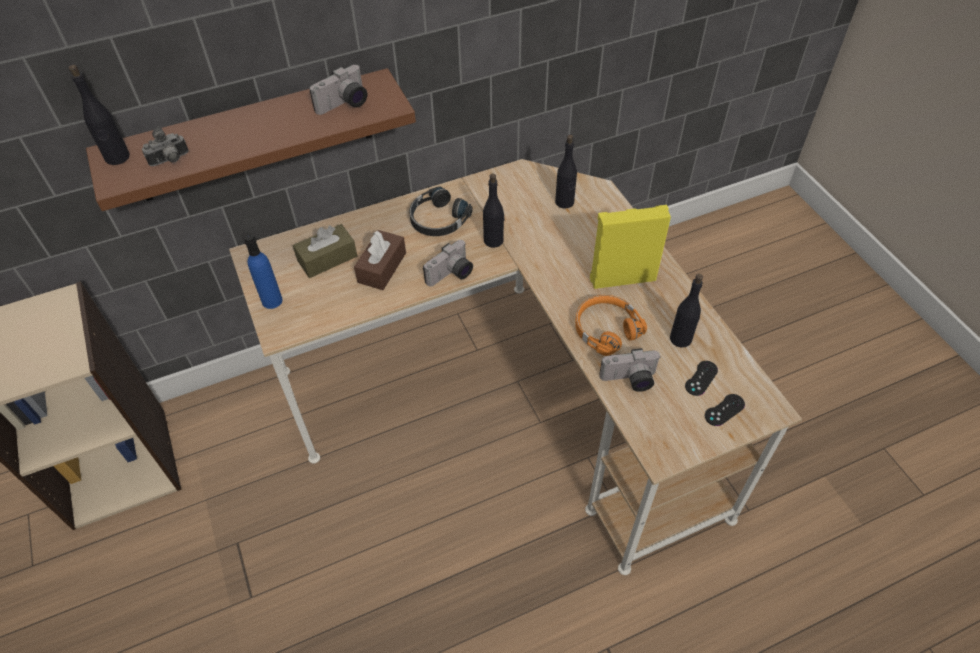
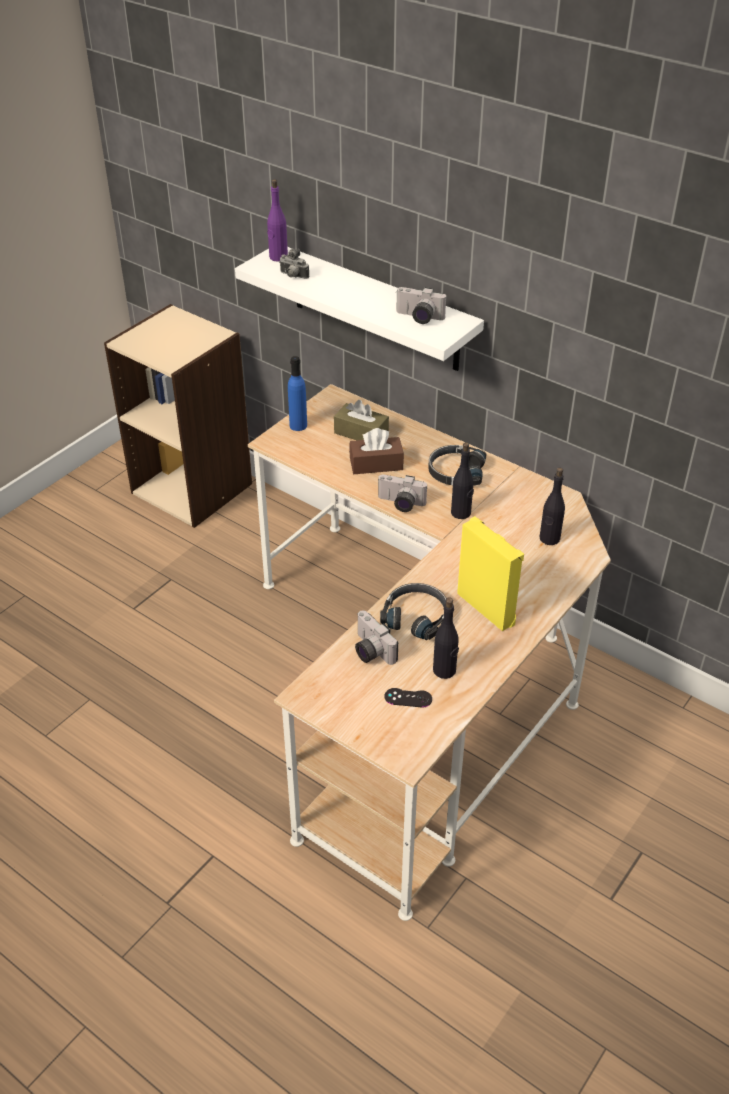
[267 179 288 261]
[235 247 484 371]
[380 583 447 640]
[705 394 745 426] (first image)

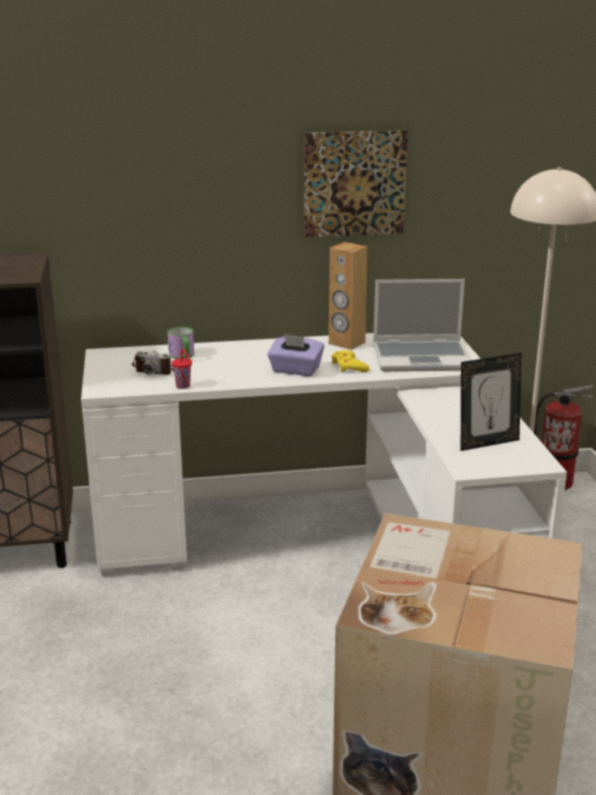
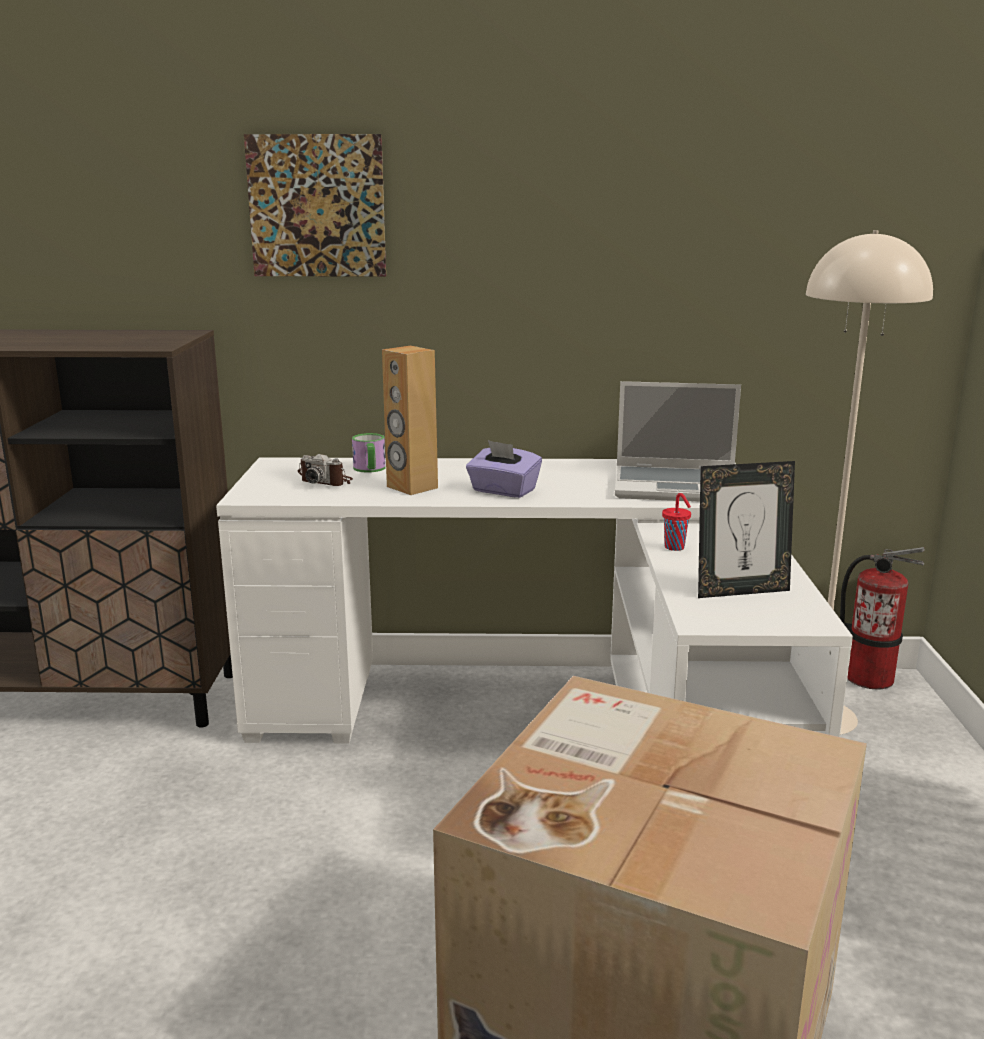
[662 493 691 551]
[244 134 386 276]
[382 346 438 495]
[332 350 370 372] (first image)

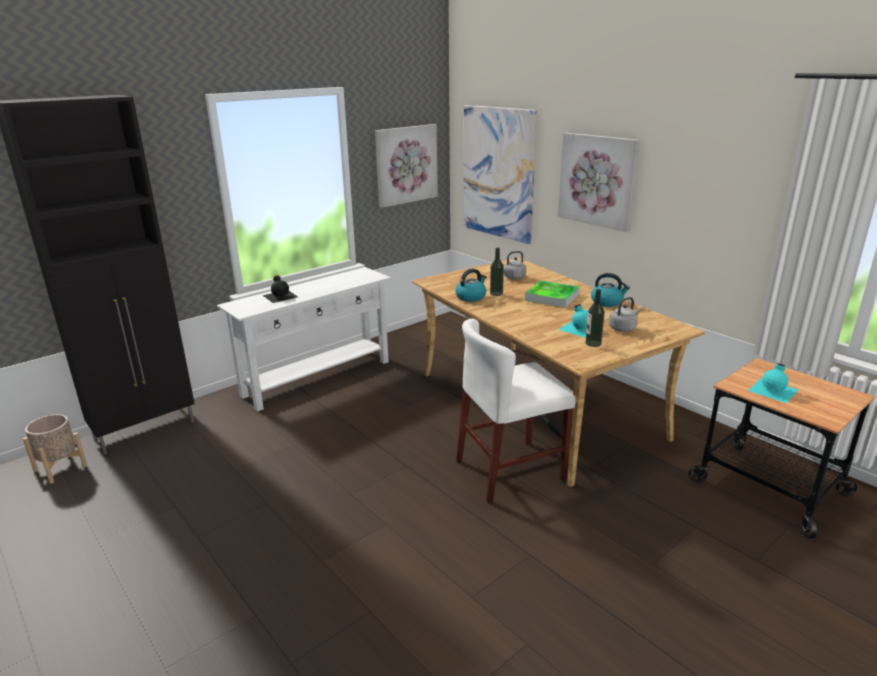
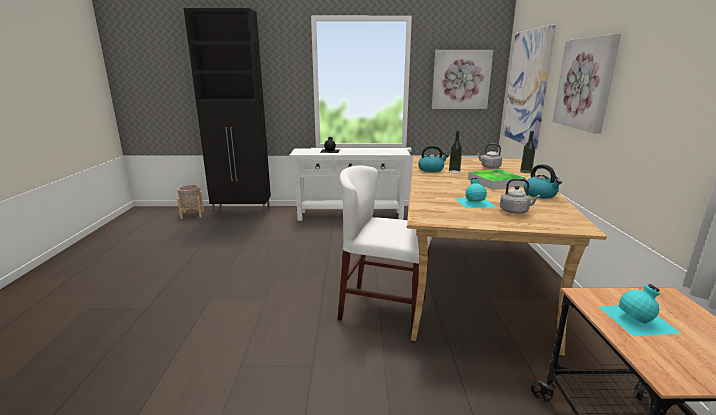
[520 131 536 173]

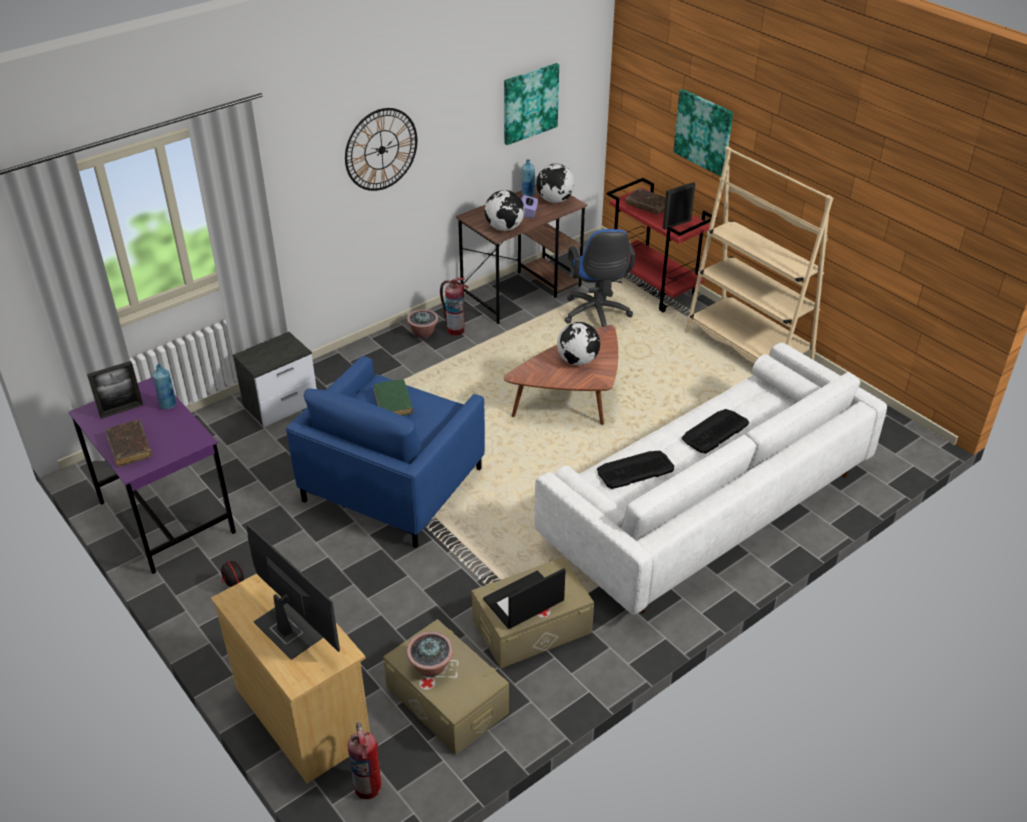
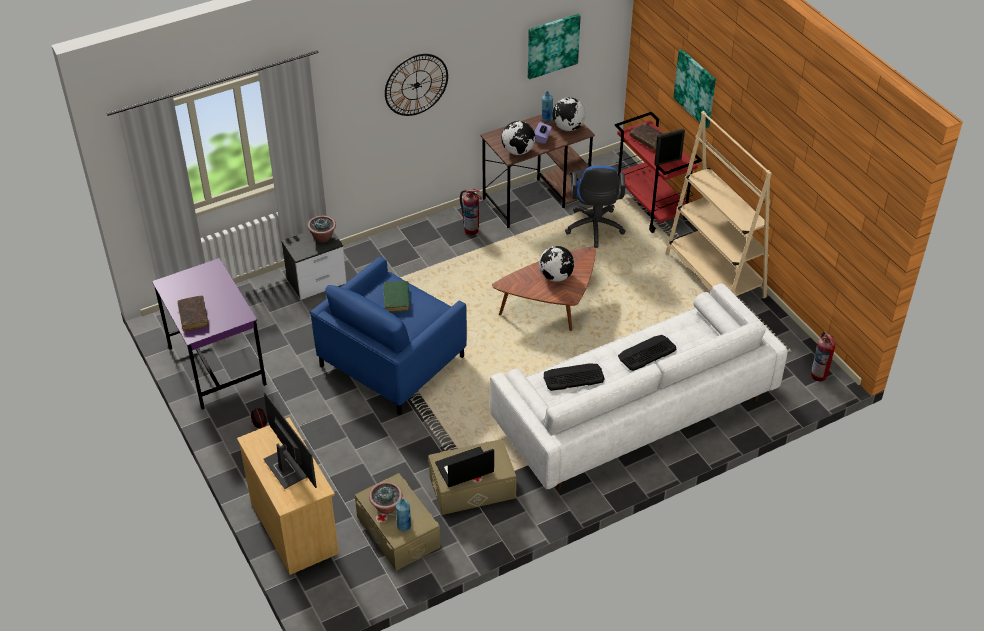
[87 361 143 419] (first image)
[396 499 411 532]
[811 331 835 382]
[307 216 336 242]

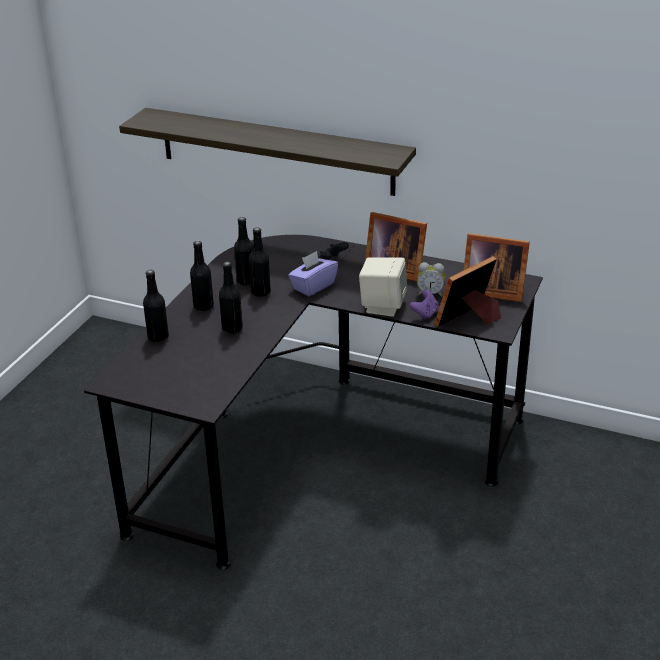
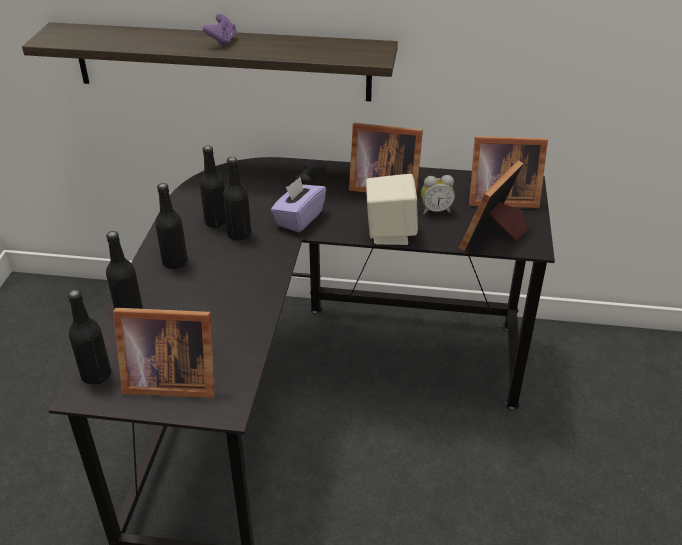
[68 290 111 385]
[203 14 237 46]
[113 308 215 398]

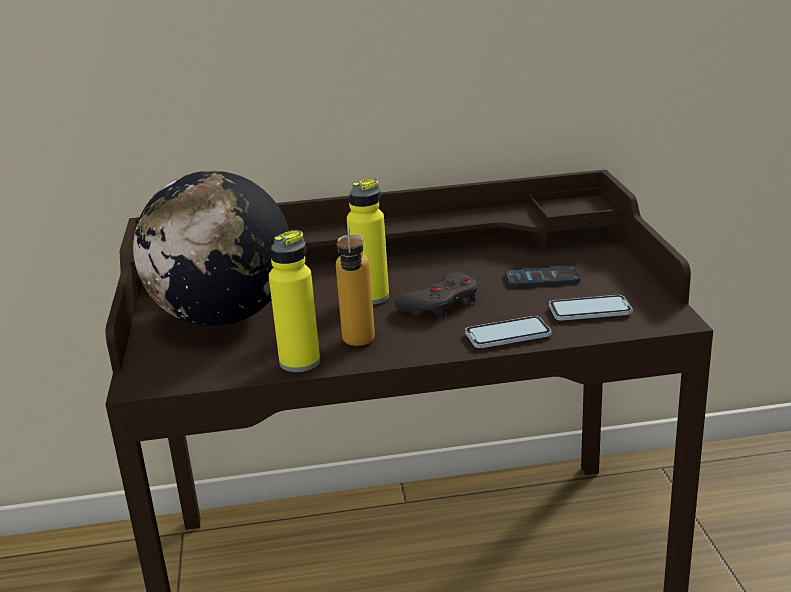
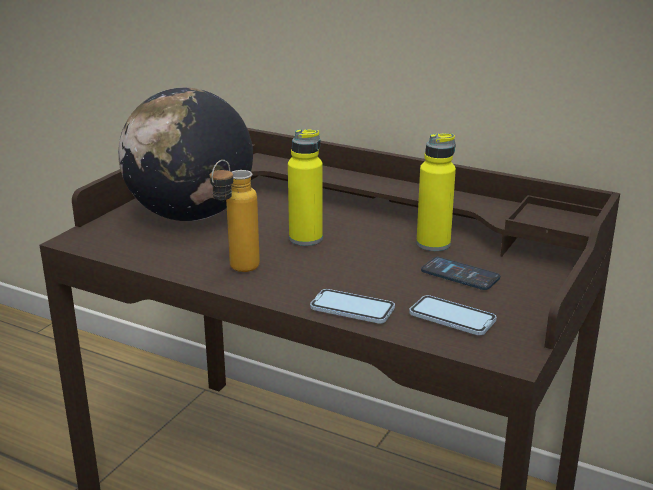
[416 133 456 251]
[395 272 478 318] (first image)

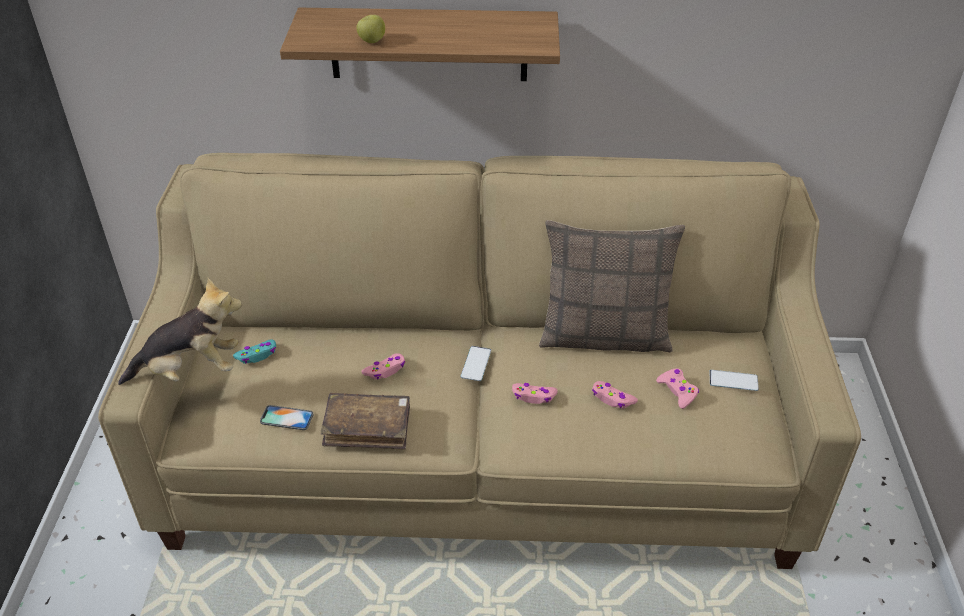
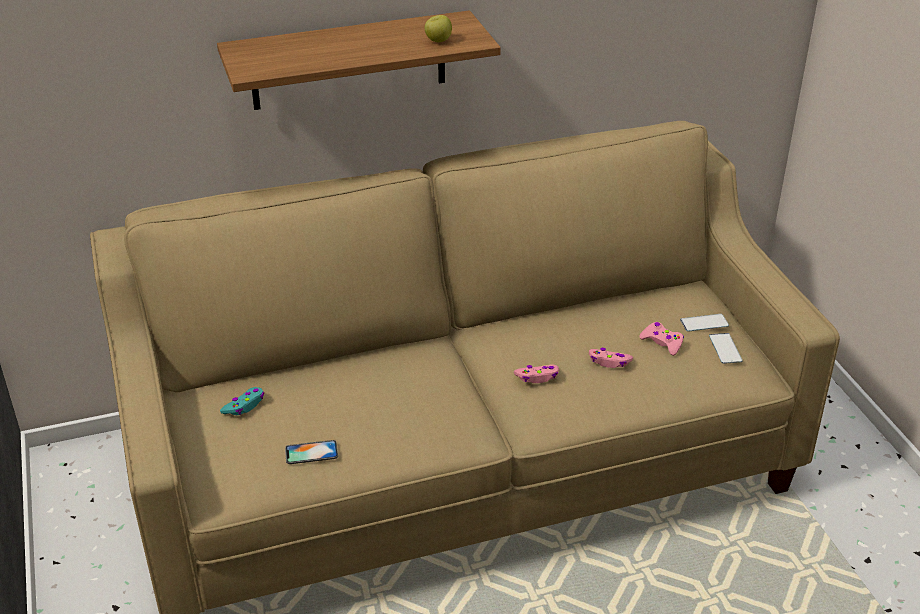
[118 277 242 385] (first image)
[320 393 410 449] (first image)
[425 15 452 42]
[361 353 405 380] (first image)
[709 333 743 364]
[539 220 685 352] (first image)

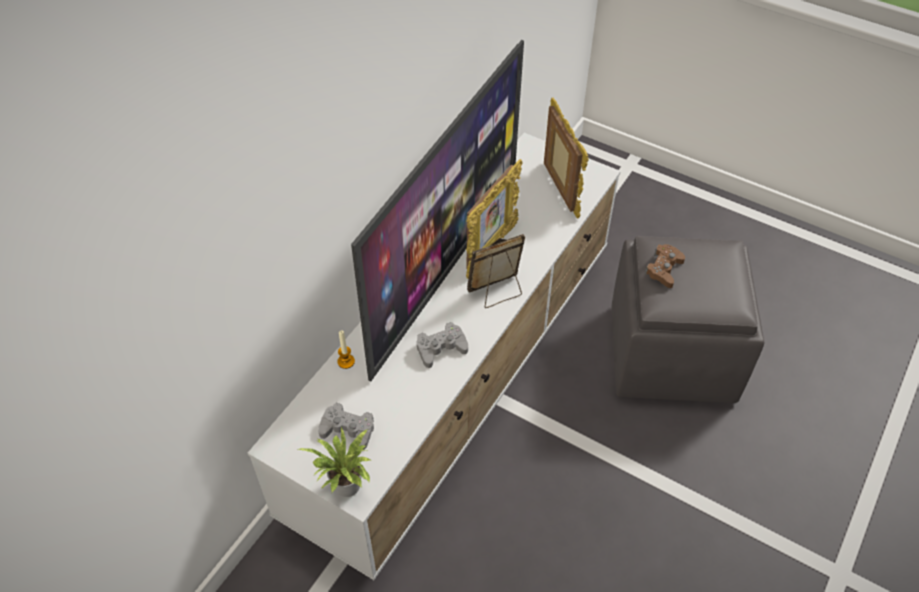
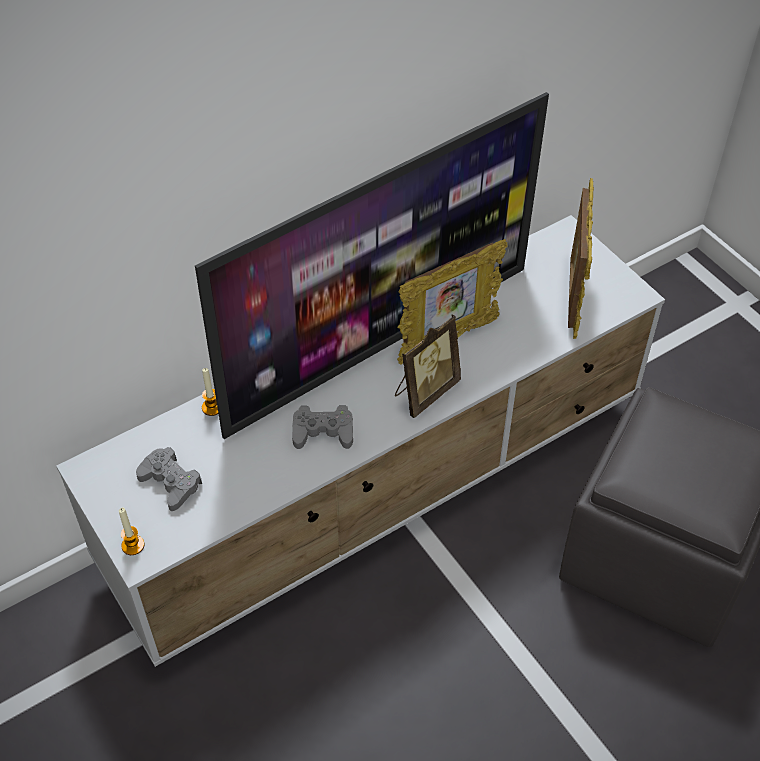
[119 508 145 555]
[395 315 461 418]
[645 244 685 288] (first image)

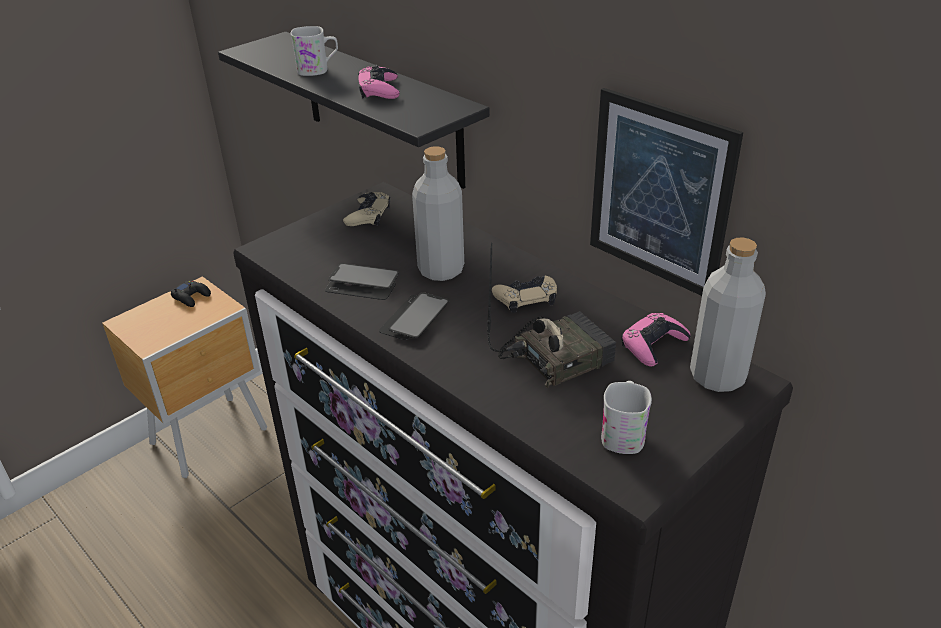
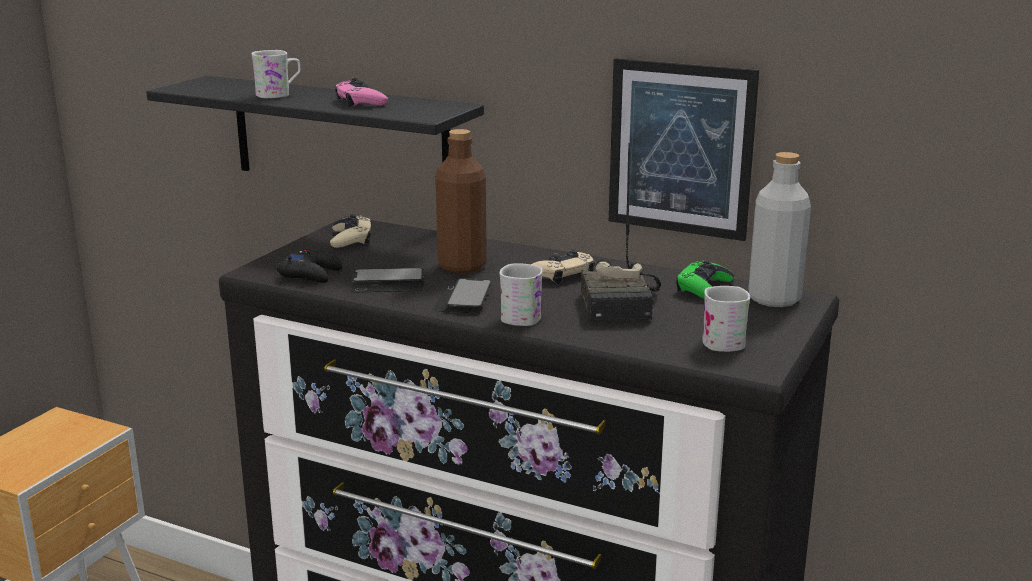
[277 250 342 283]
[435 129 487 273]
[581 143 661 321]
[676 260 734 299]
[499 264 543 326]

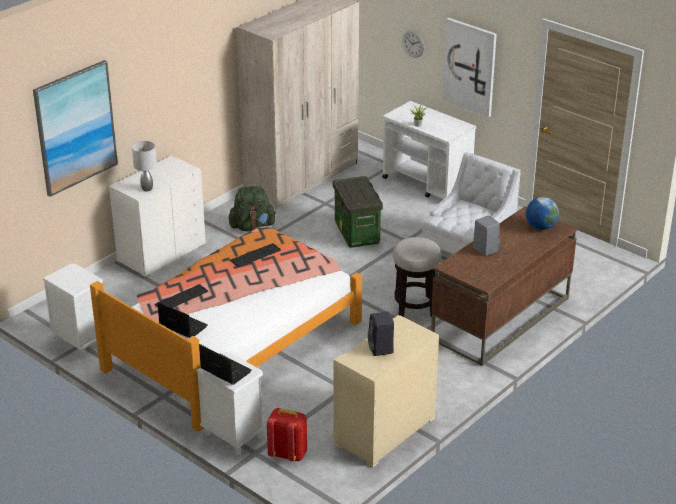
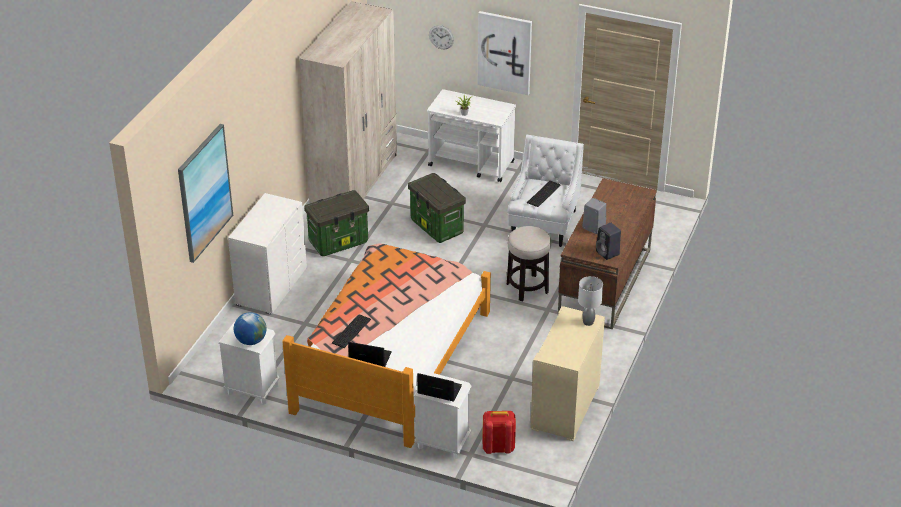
[578 276 603 326]
[304 190 369 256]
[527 181 561 207]
[596 223 621 260]
[234 312 267 345]

